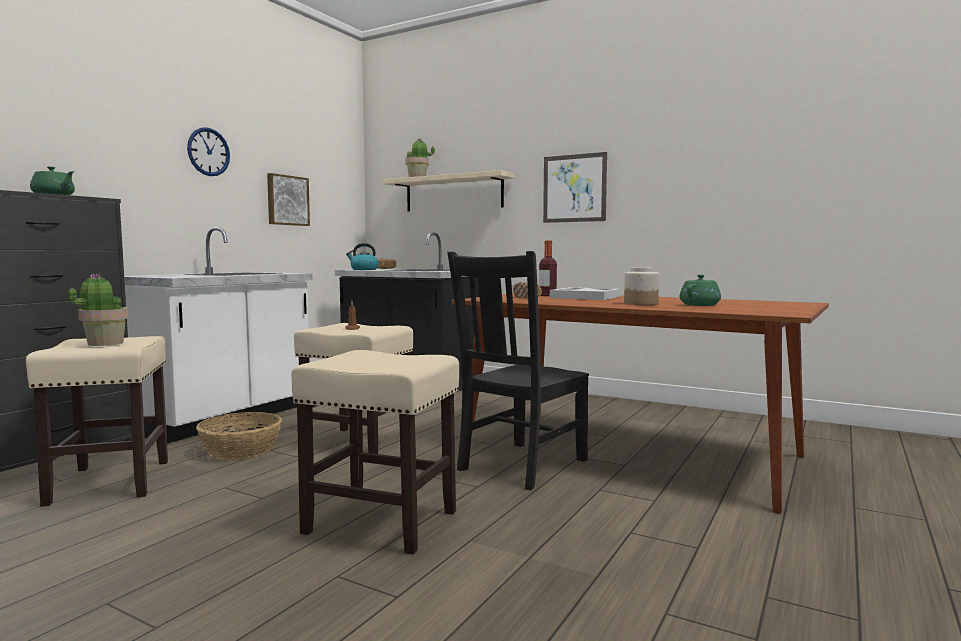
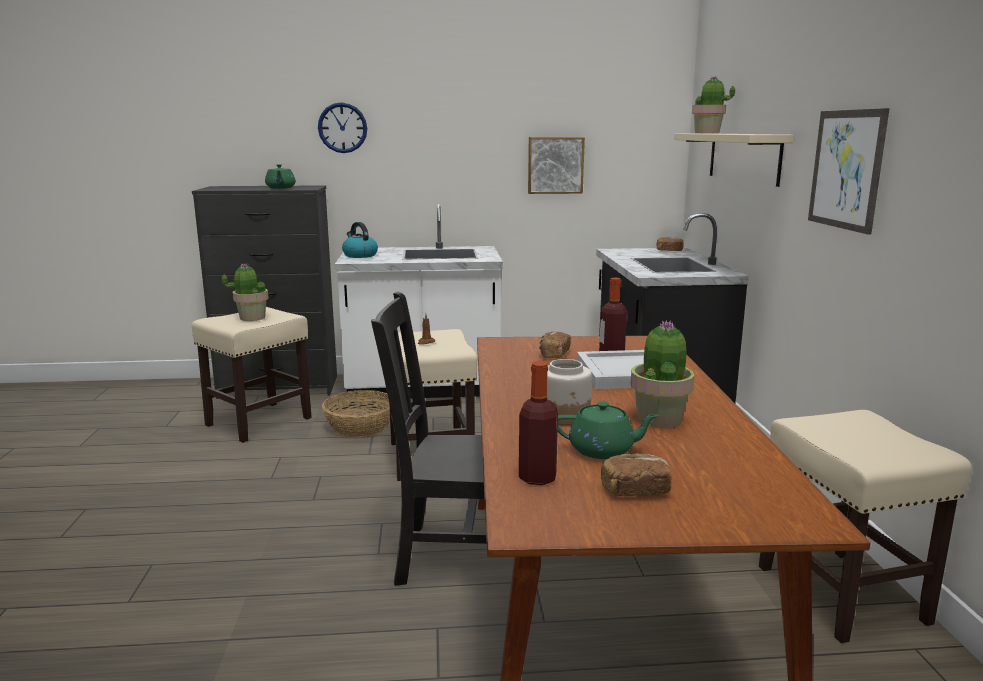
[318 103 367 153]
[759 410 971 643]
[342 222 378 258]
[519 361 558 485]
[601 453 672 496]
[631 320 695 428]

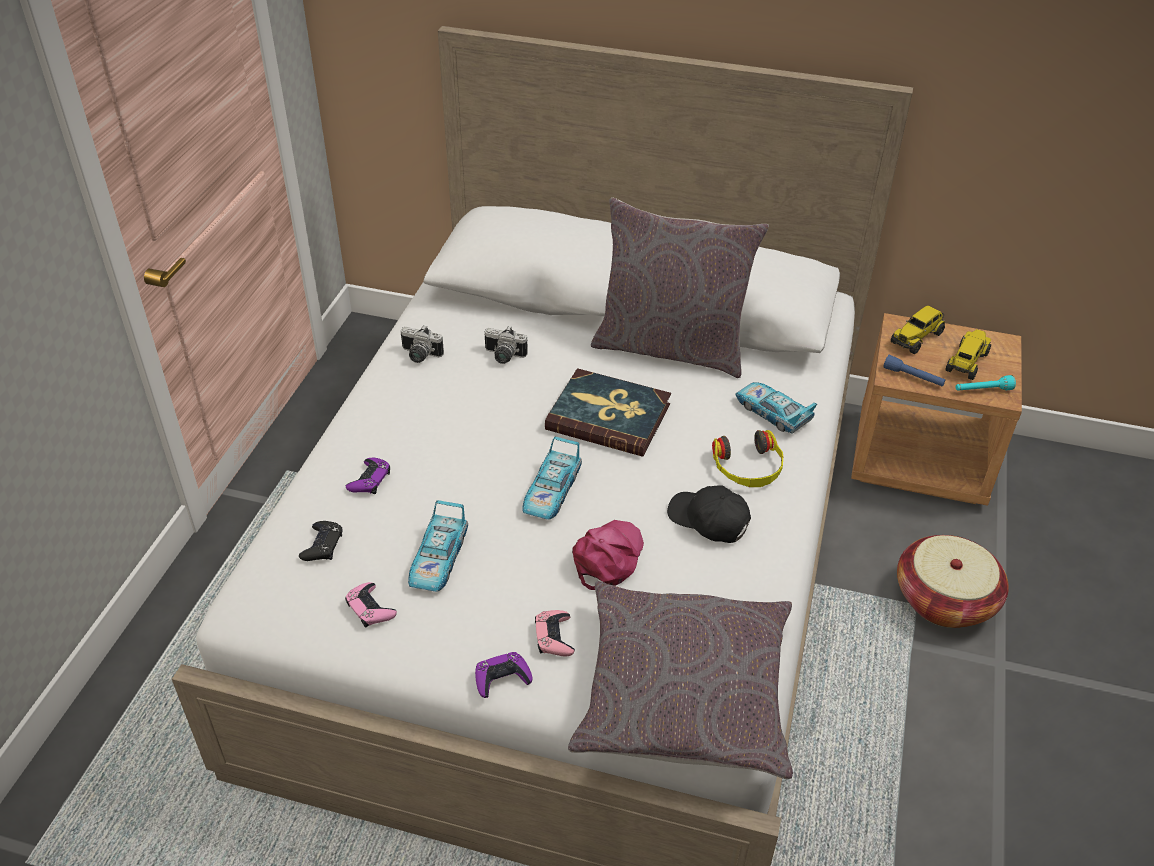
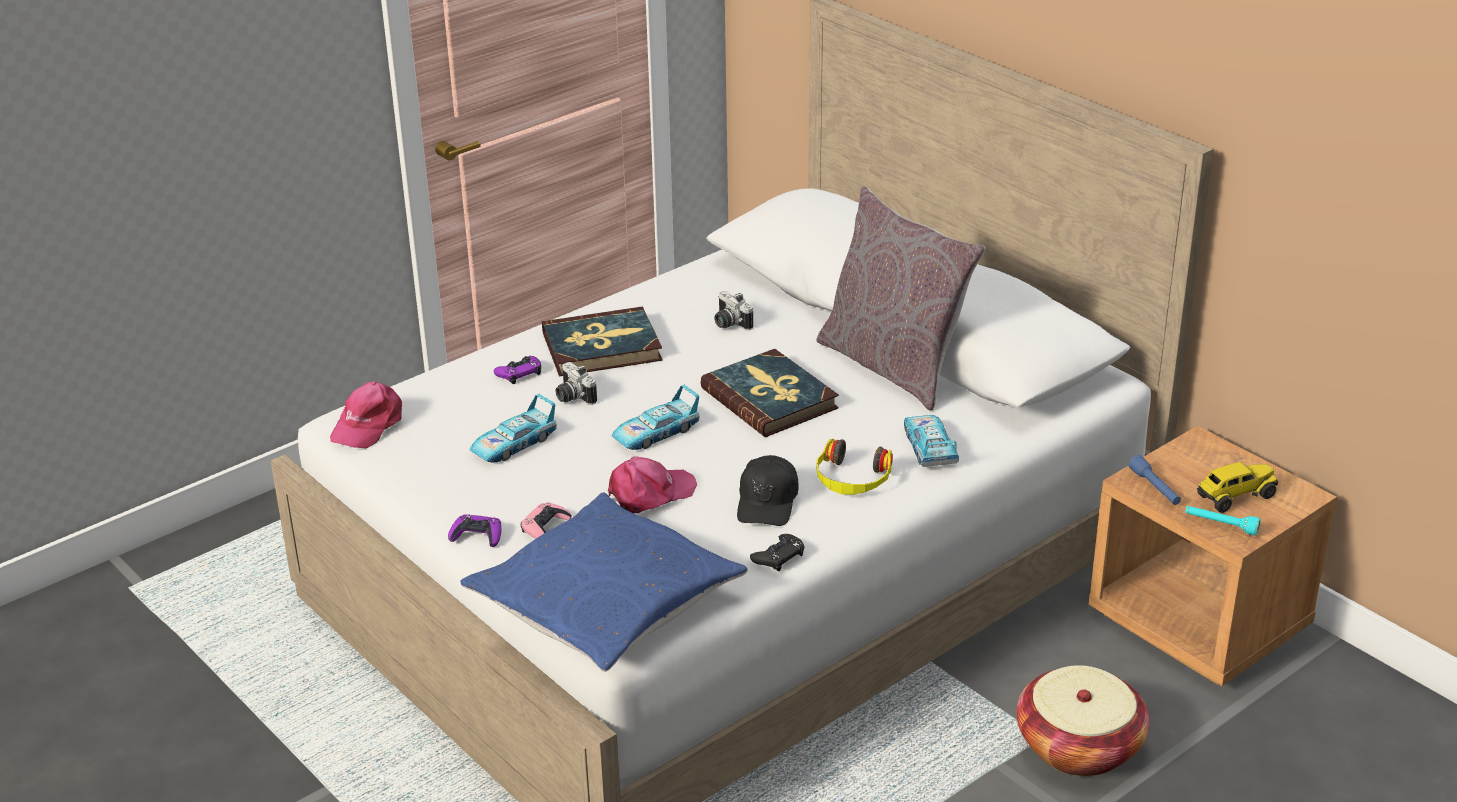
[750 534 804 571]
[345 582 397 628] (first image)
[555 362 597 405]
[460 492 748 672]
[737 455 799 526]
[891 305 945 354] (first image)
[330 382 402 449]
[542 307 663 377]

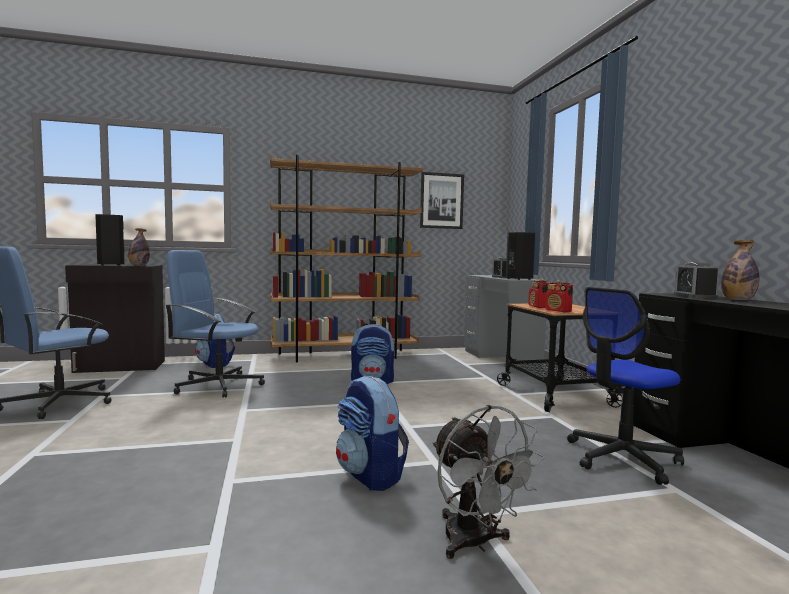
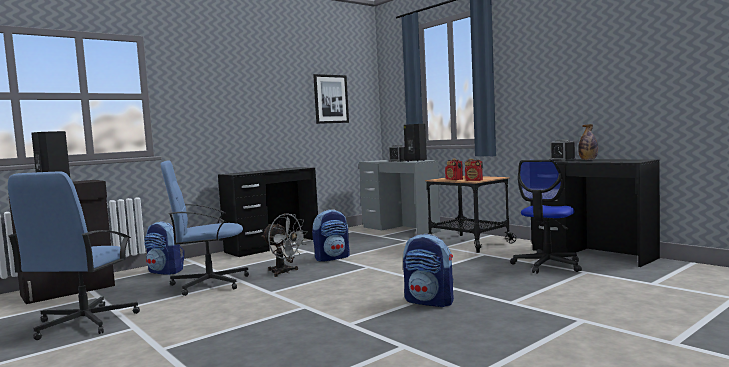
[128 228 150 266] (first image)
[218 167 318 257]
[262 213 308 277]

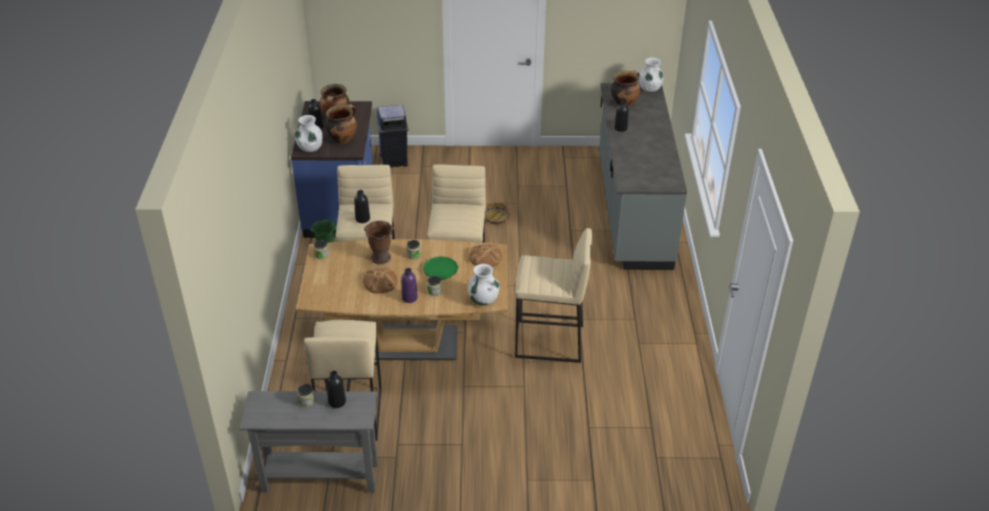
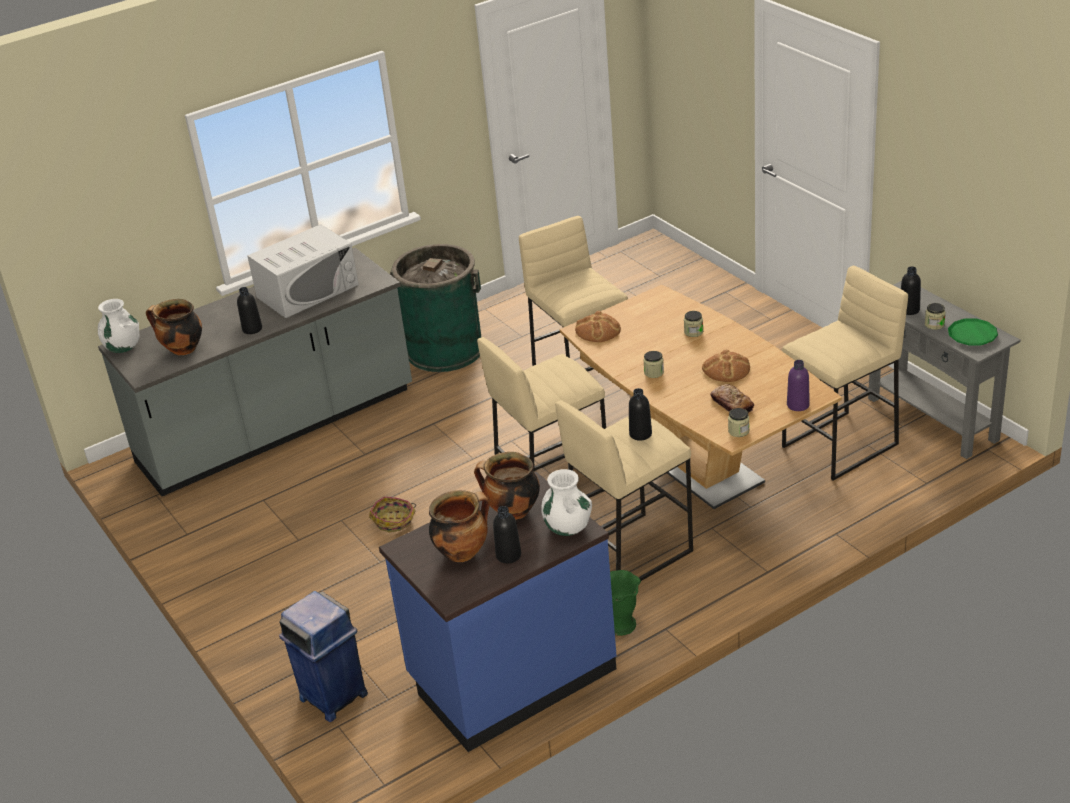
[364 221 394 264] (first image)
[787 360 810 411]
[948 319 998 345]
[468 264 500 305] (first image)
[247 224 359 318]
[390 244 481 372]
[710 384 754 413]

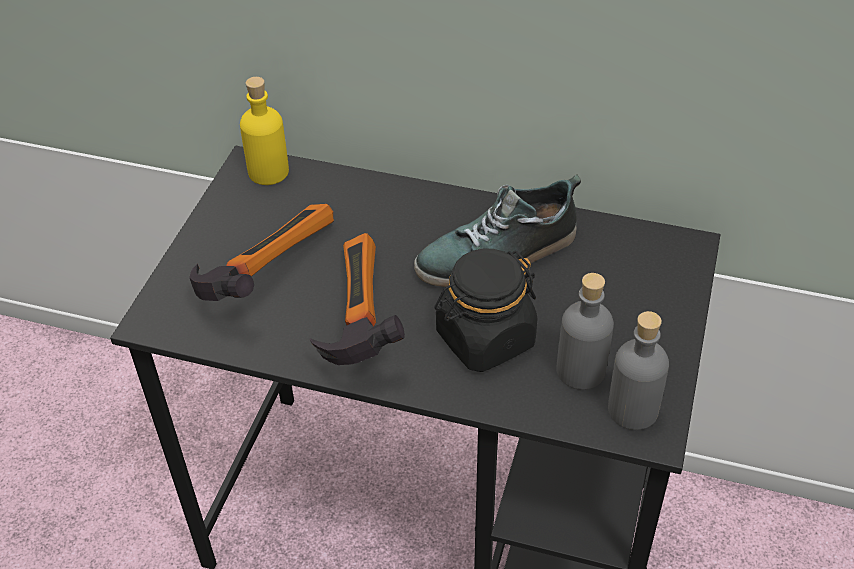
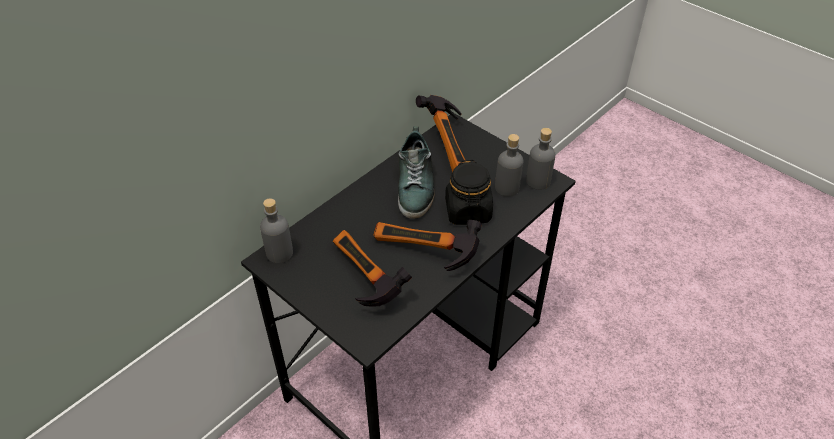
[260 198 293 263]
[416 95 465 172]

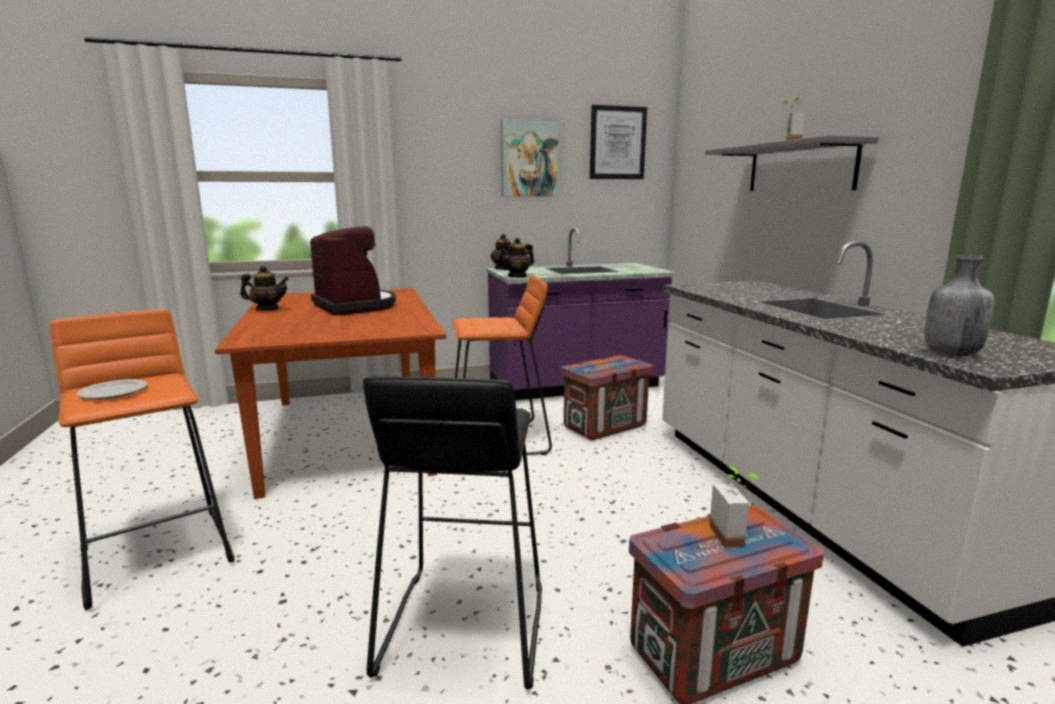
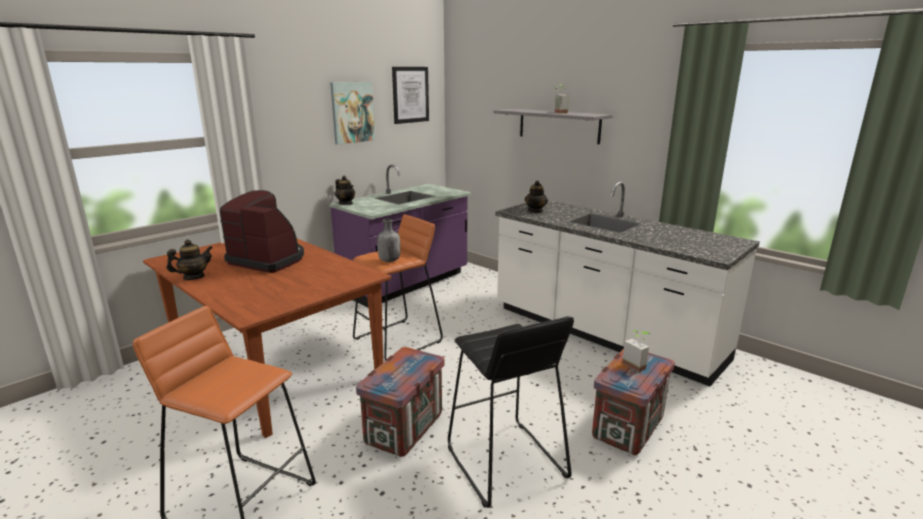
[77 379 148 399] (first image)
[525 180 548 213]
[356 347 444 457]
[377 219 400 262]

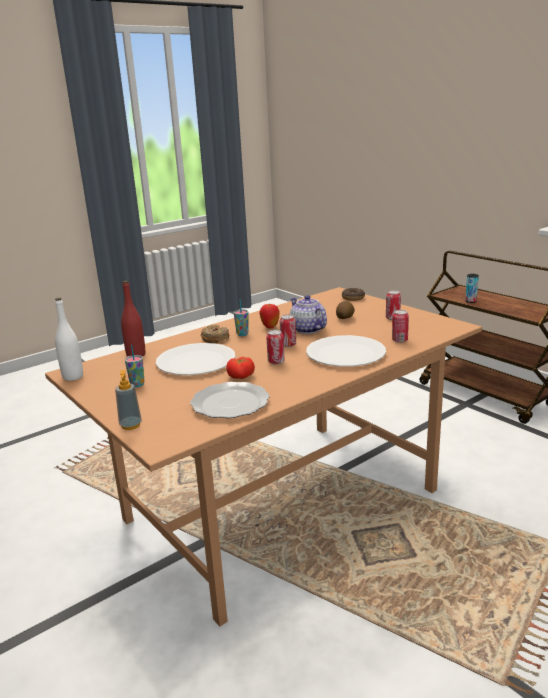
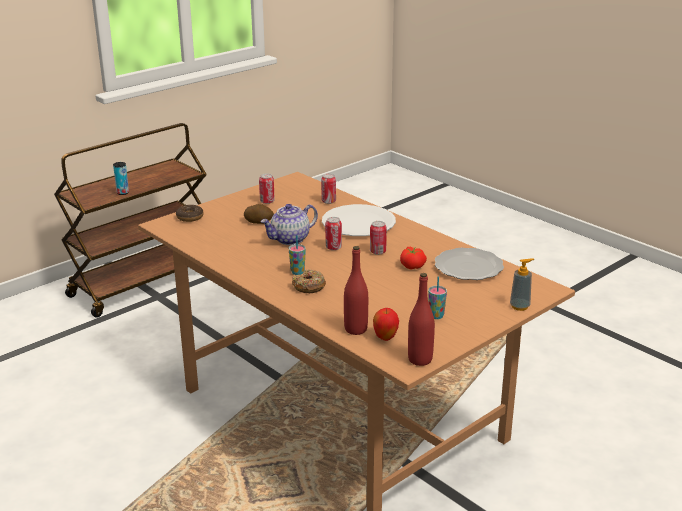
[408 273 435 366]
[156 343 235 375] (first image)
[373 308 399 341]

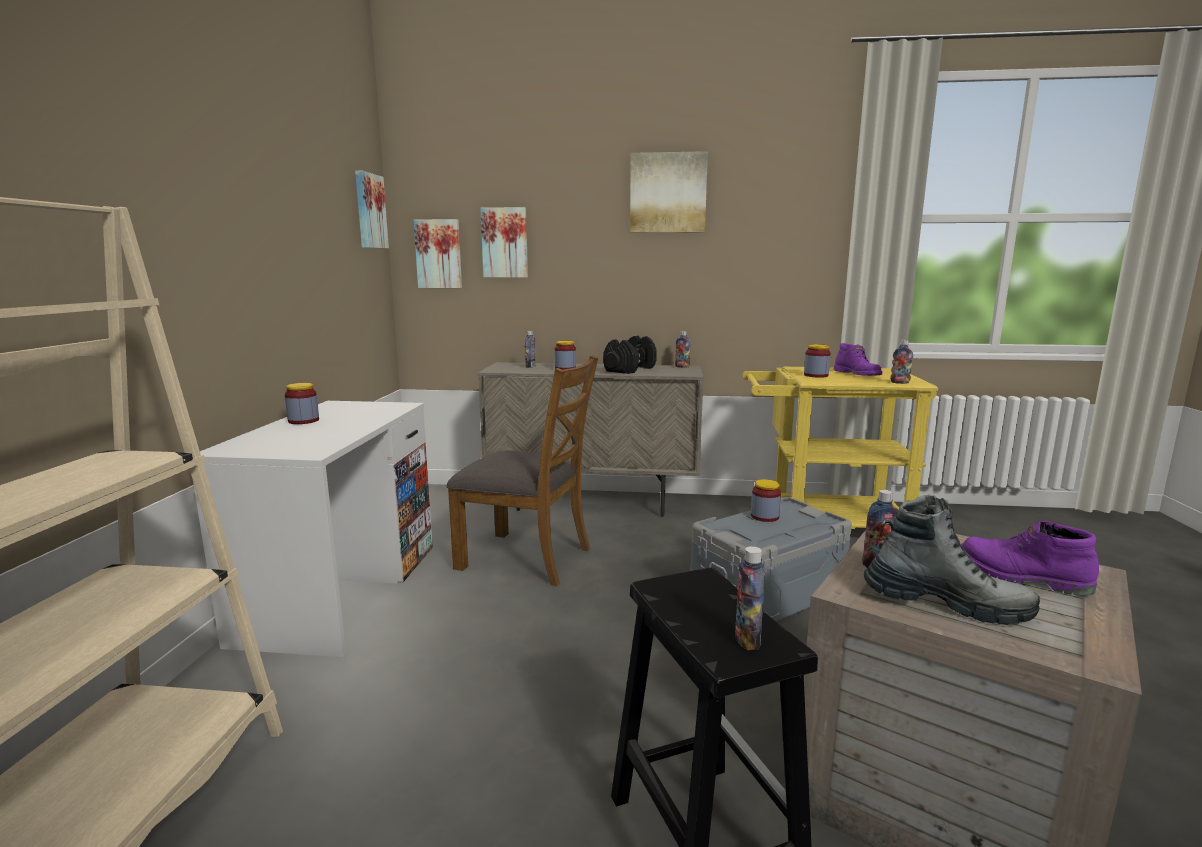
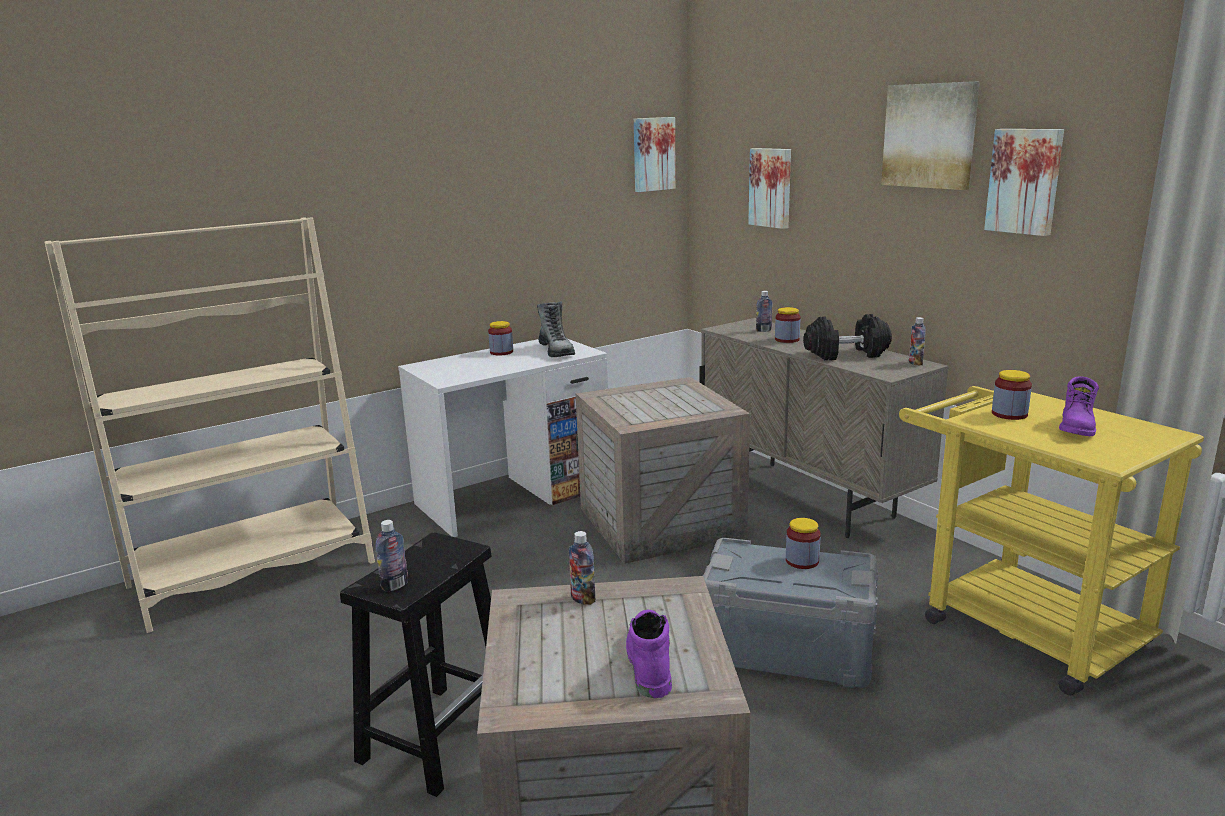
[984 129 1064 236]
[576 377 750 564]
[537 301 575 357]
[890 340 913 384] (first image)

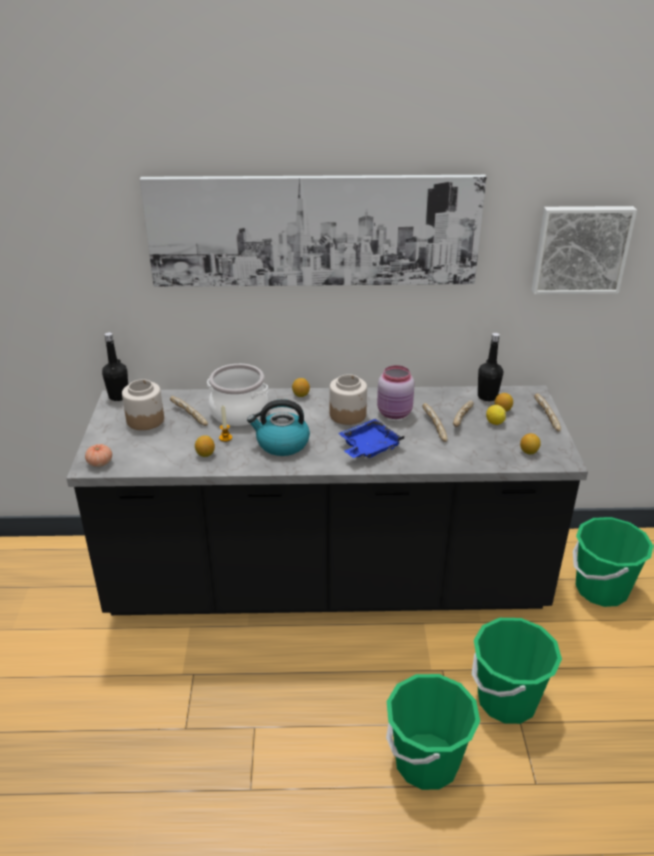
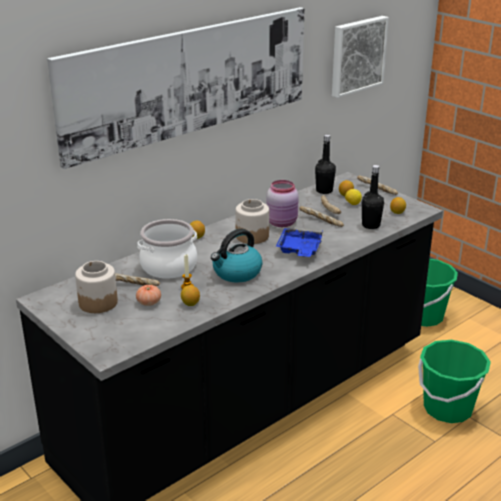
[136 285 161 306]
[362 165 384 229]
[386 674 480 790] (first image)

